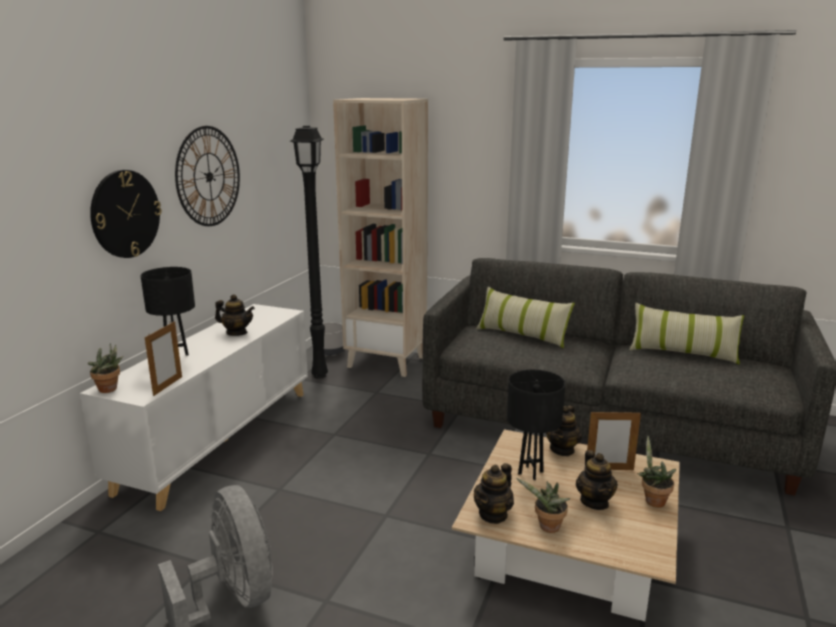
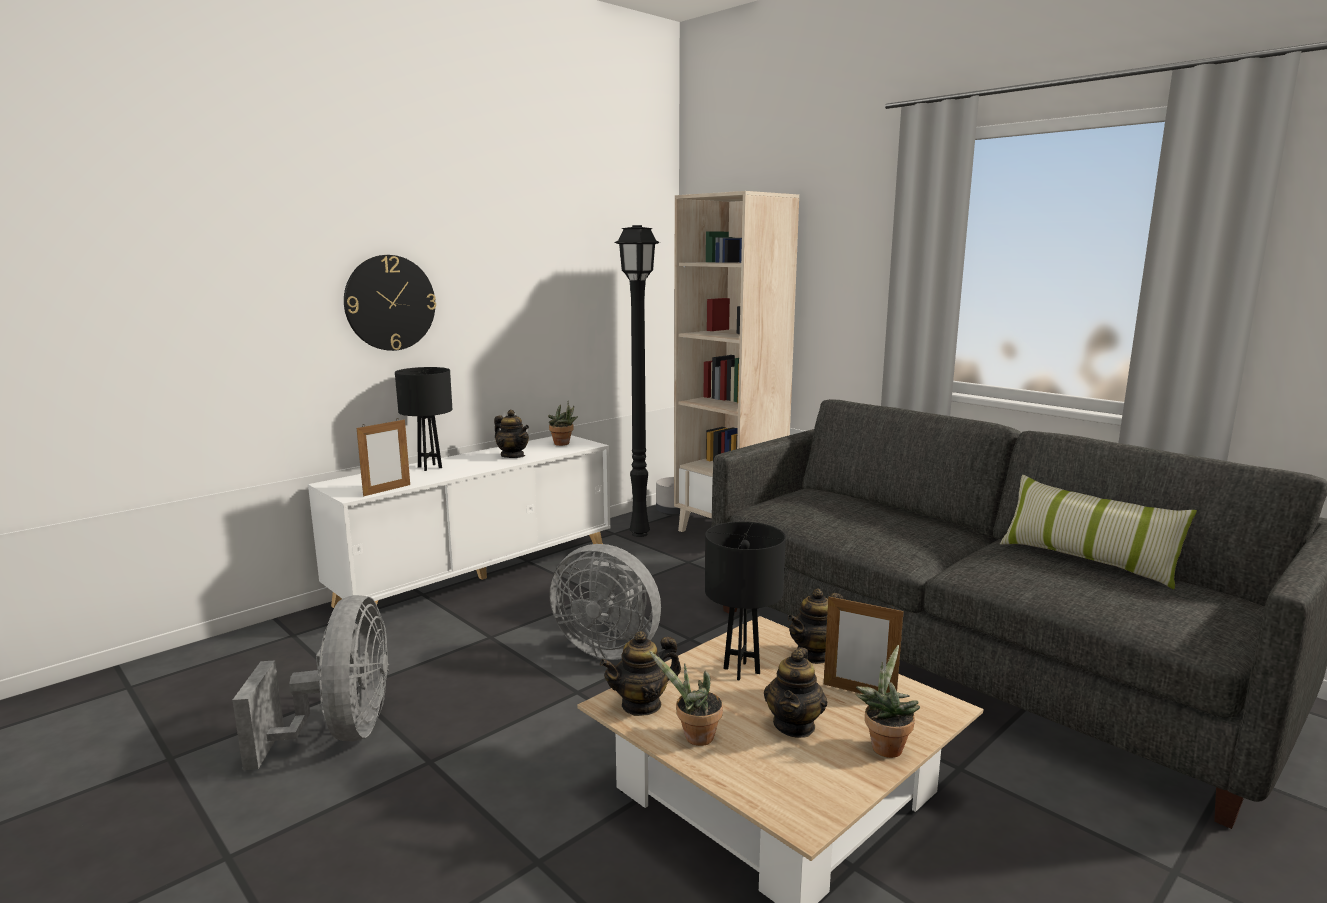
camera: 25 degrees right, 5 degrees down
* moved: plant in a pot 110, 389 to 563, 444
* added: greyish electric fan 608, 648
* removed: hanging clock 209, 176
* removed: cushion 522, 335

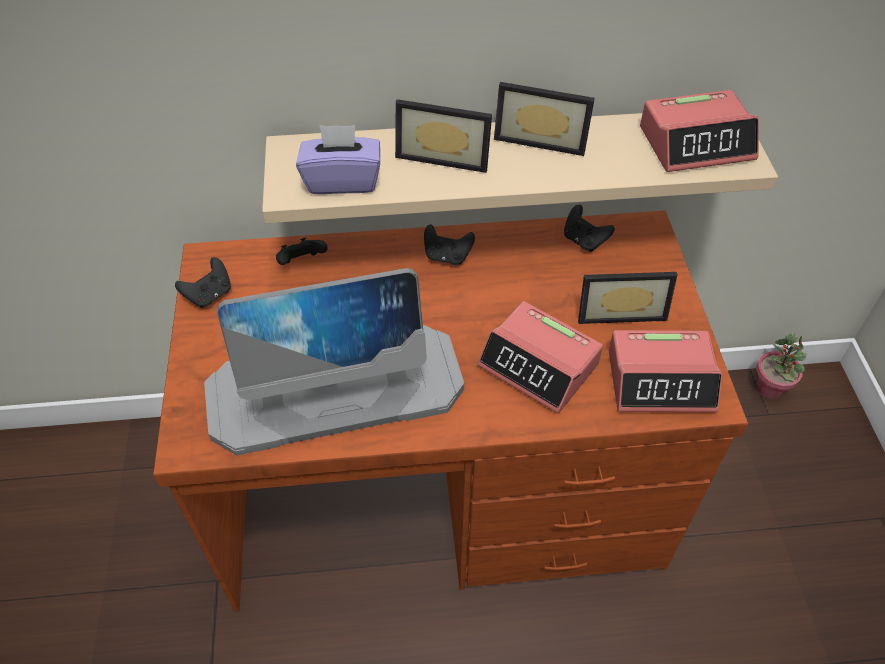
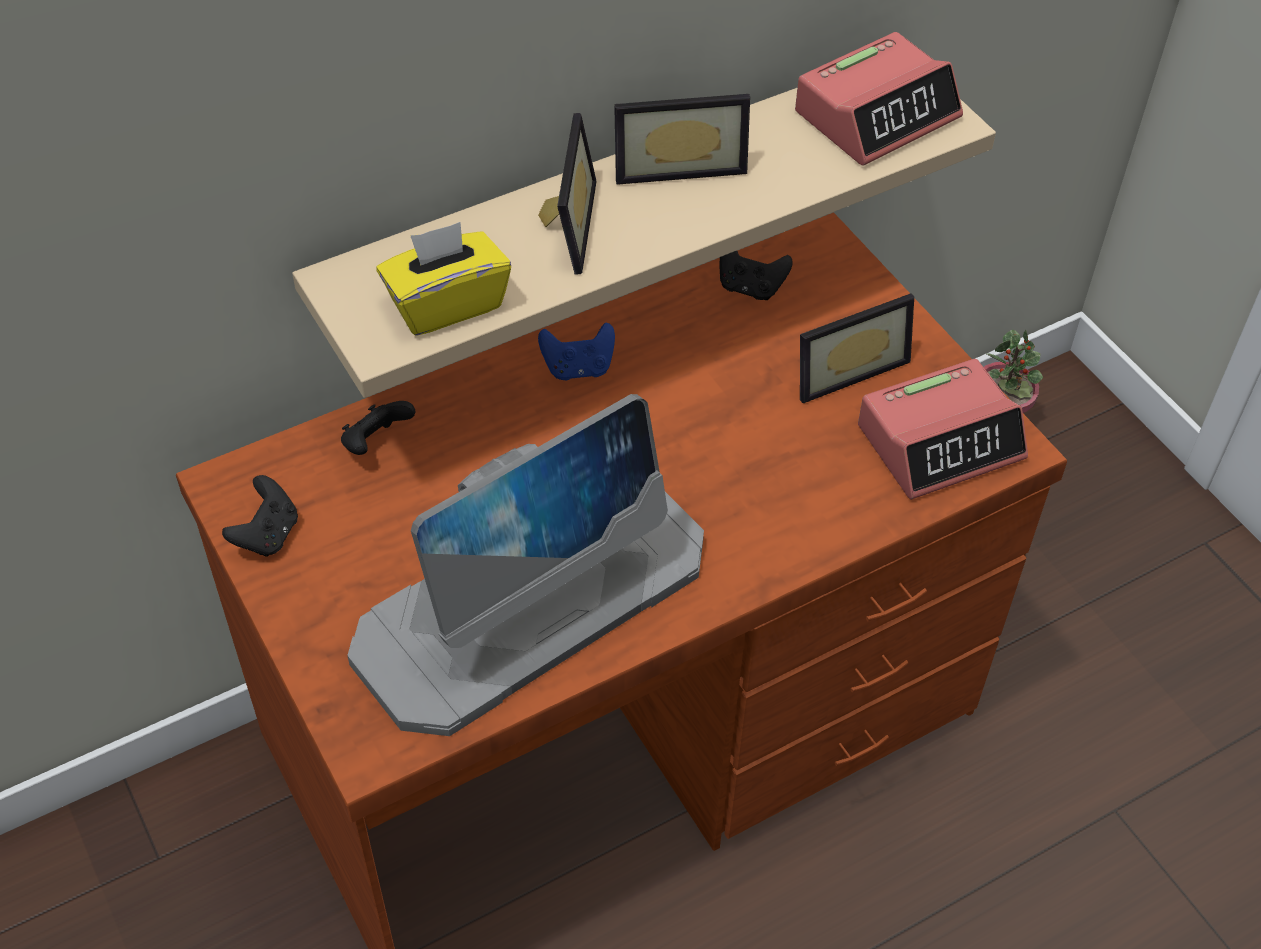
camera: 25 degrees left, 0 degrees up
* recoloured: purple tissue holder 342, 180 to yellow-coloured tissue holder 446, 304
* turned: photo frame 444, 154 = 563, 225 75 degrees counterclockwise
* recoloured: blackish joypad 447, 256 to blue joypad 578, 368
* removed: bedside clock 539, 365

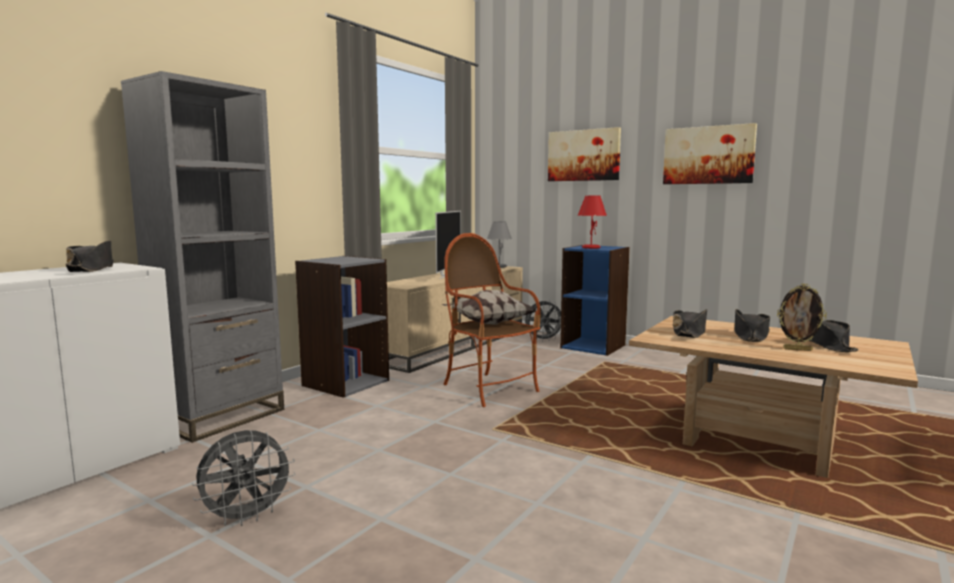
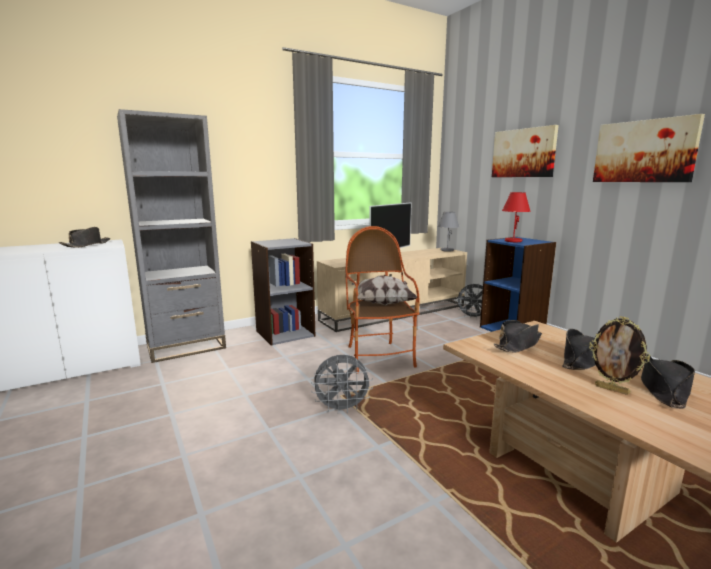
camera: 25 degrees right, 5 degrees up
* moved: greyish electric fan 247, 517 to 342, 409

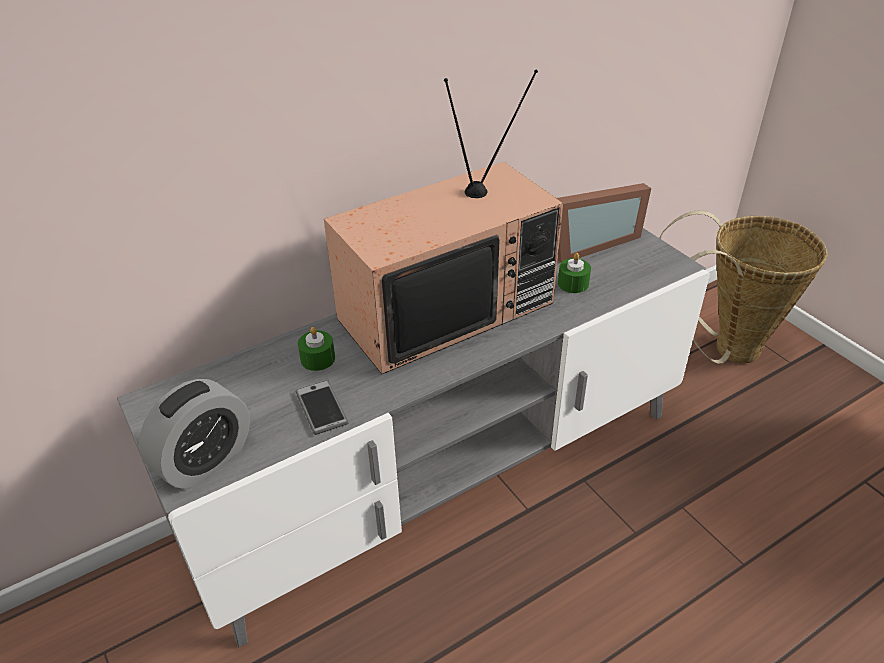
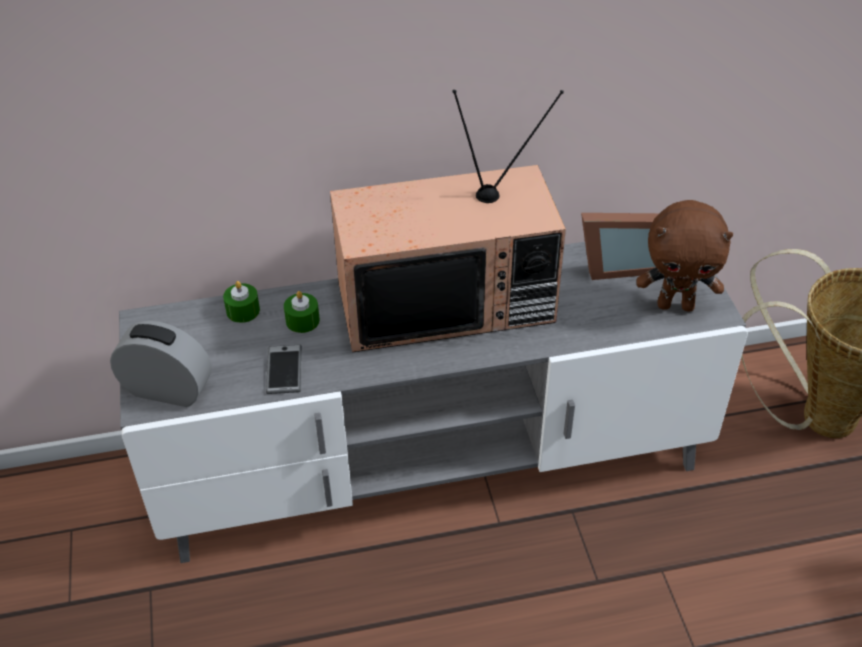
camera: 20 degrees right, 5 degrees up
* turned: bedside clock 205, 460 = 167, 390 135 degrees counterclockwise
* moved: greenish wax candle 573, 283 to 243, 310
* added: brown-coloured cuddly toy 676, 305

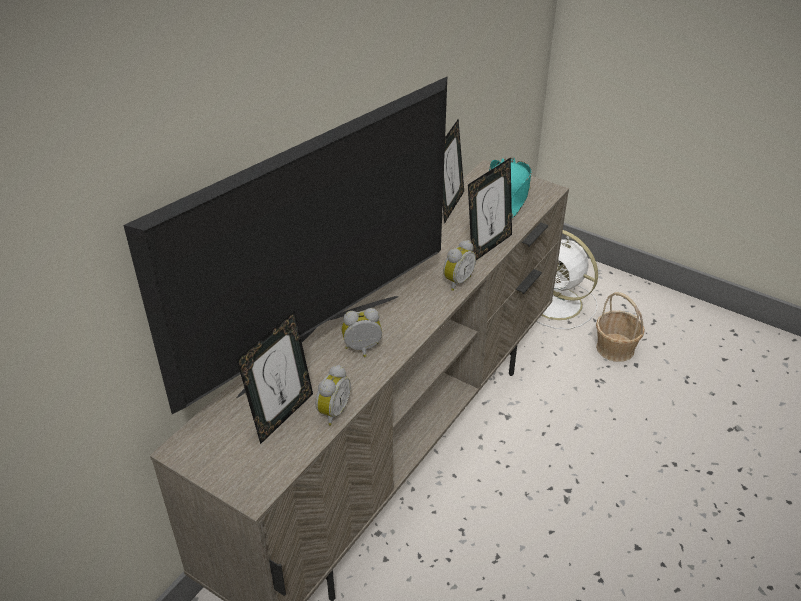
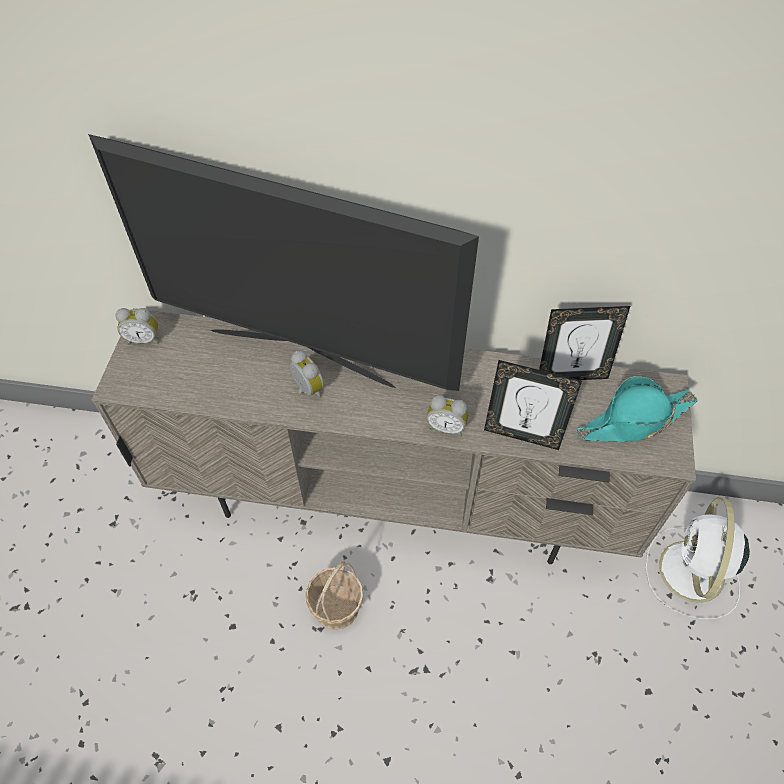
camera: 65 degrees right, 15 degrees up
* moved: bedside clock 332, 411 to 144, 339
* moved: storage basket 615, 349 to 336, 607
* removed: photo frame 282, 415

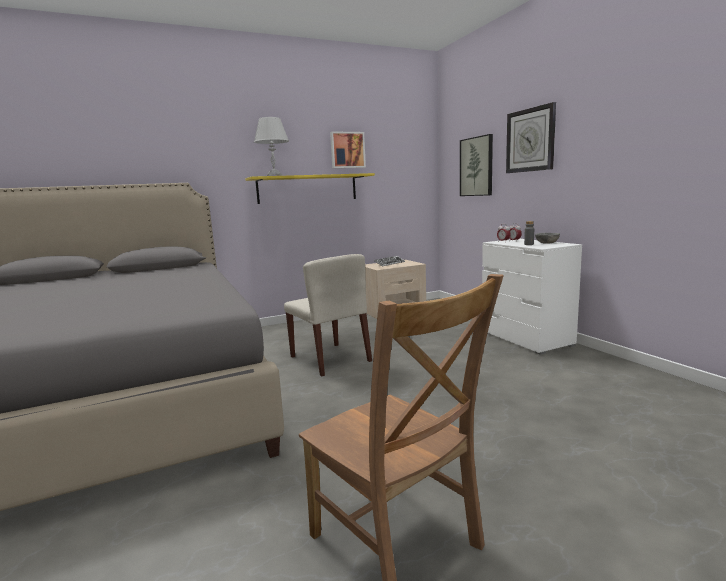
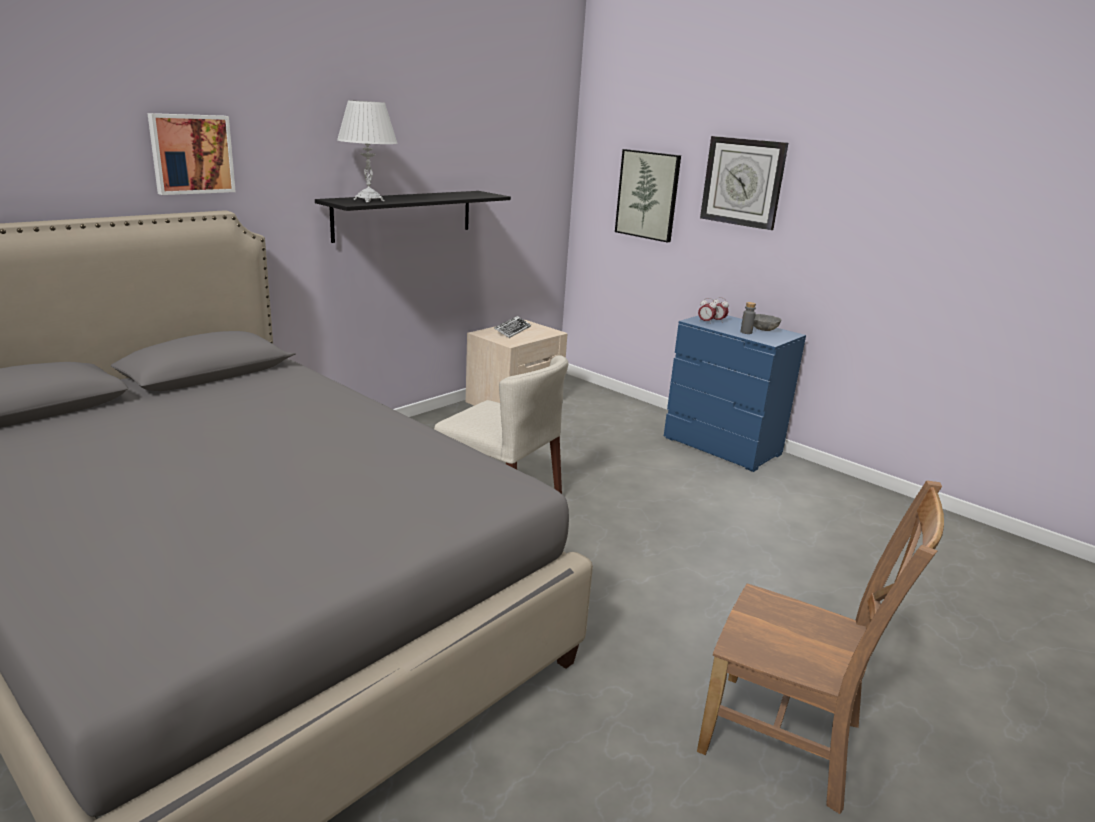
camera: 25 degrees left, 10 degrees up
* moved: wall art 347, 150 to 191, 154
* recoloured: yellow-coloured shelf 307, 189 to blackish shelf 404, 215
* recoloured: white dresser 526, 339 to blue dresser 722, 446

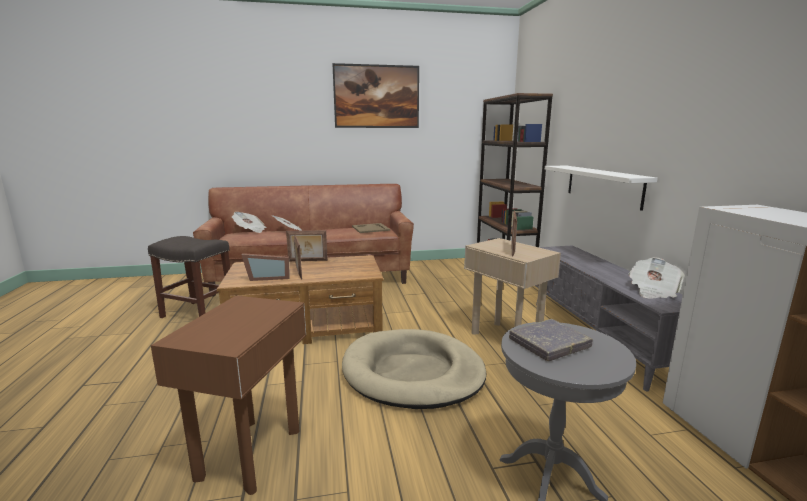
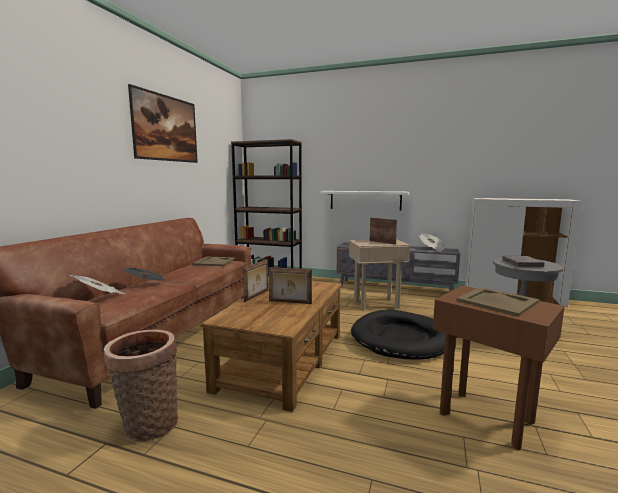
camera: 60 degrees left, 5 degrees down
* replaced: greyish stool 197, 313 to storage basket 147, 424
* recoloured: beige dog bed 413, 373 to blackish dog bed 402, 338
* added: beige serving tray 496, 301
* removed: photo frame 268, 278

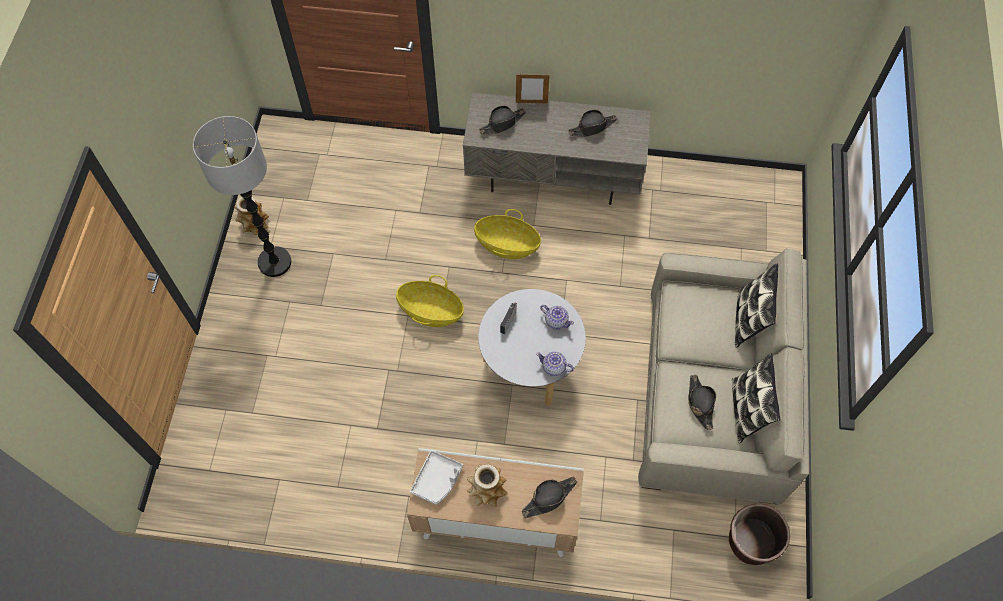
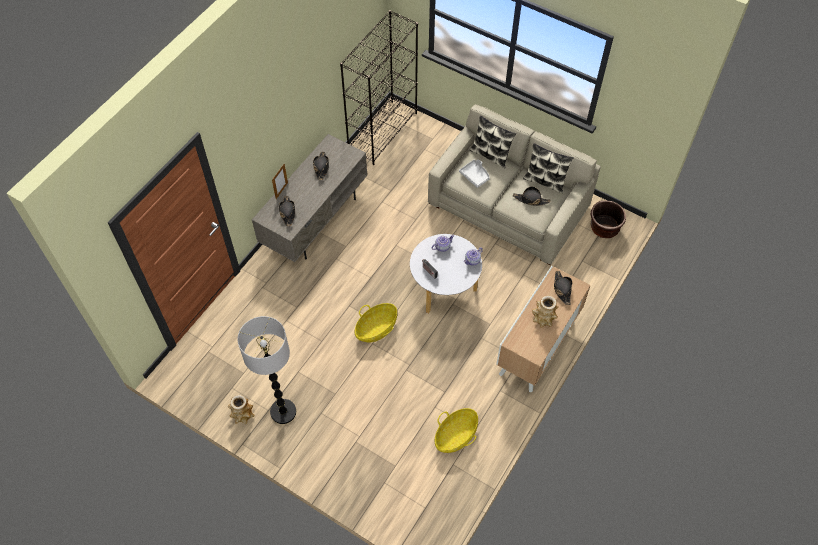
camera: 65 degrees left, 5 degrees down
* added: blackish shelving unit 383, 132
* moved: storage basket 507, 245 to 455, 436
* moved: greyish serving tray 437, 480 to 475, 176

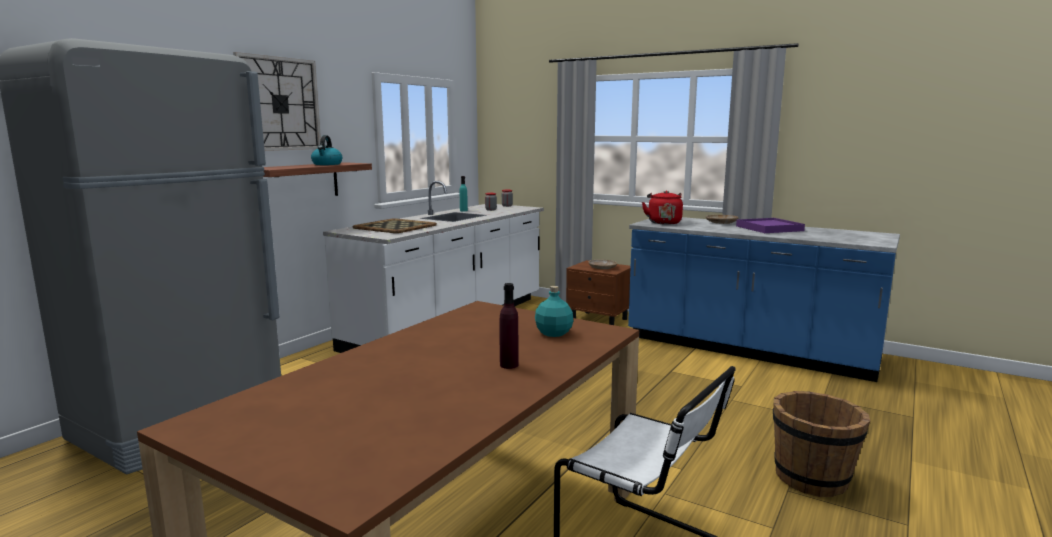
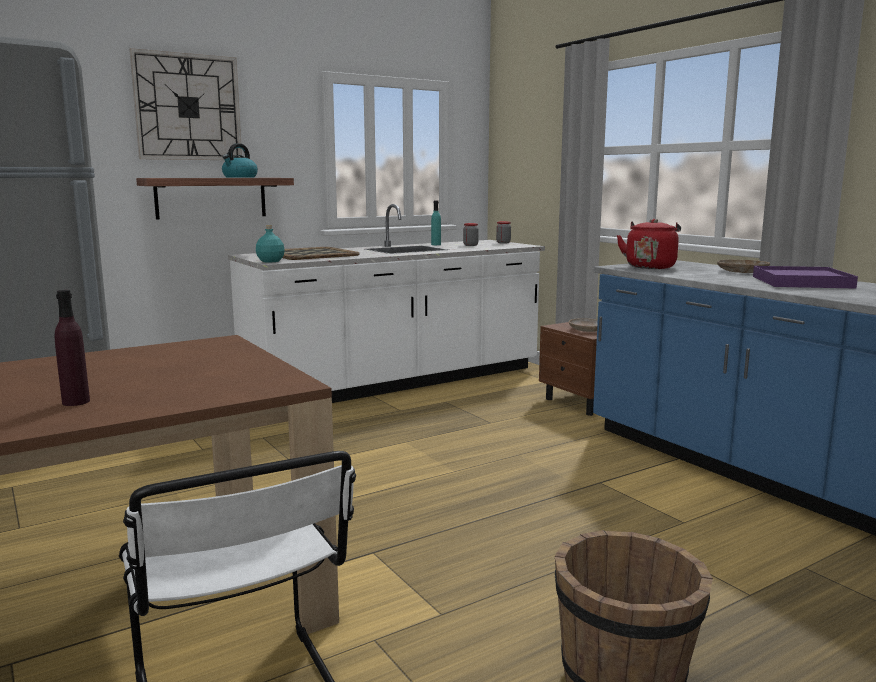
camera: 25 degrees right, 0 degrees up
* moved: blue-green drink bottle 553, 333 to 270, 261

